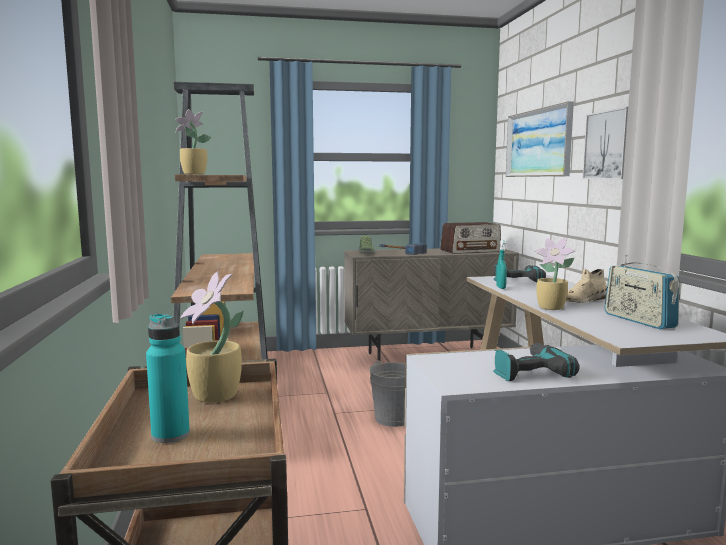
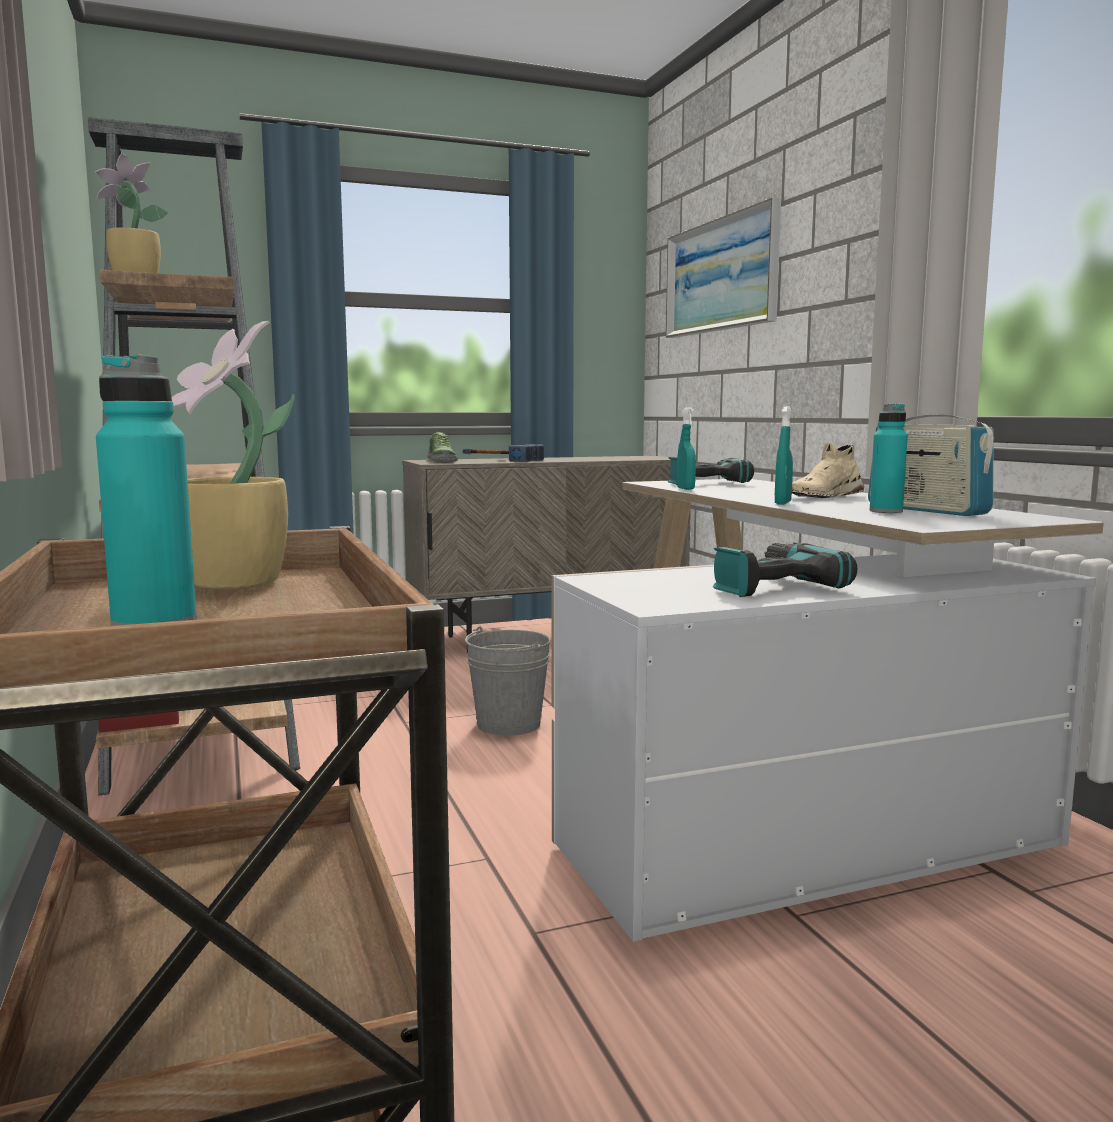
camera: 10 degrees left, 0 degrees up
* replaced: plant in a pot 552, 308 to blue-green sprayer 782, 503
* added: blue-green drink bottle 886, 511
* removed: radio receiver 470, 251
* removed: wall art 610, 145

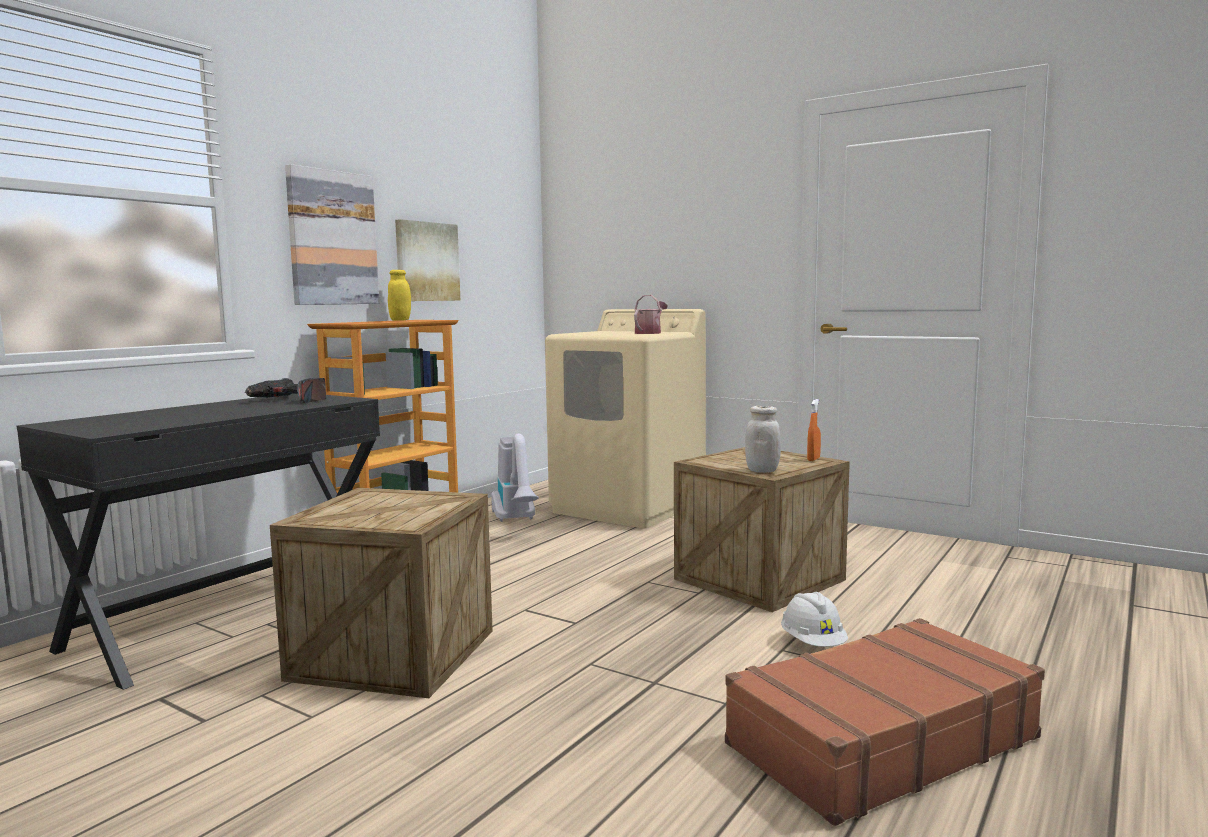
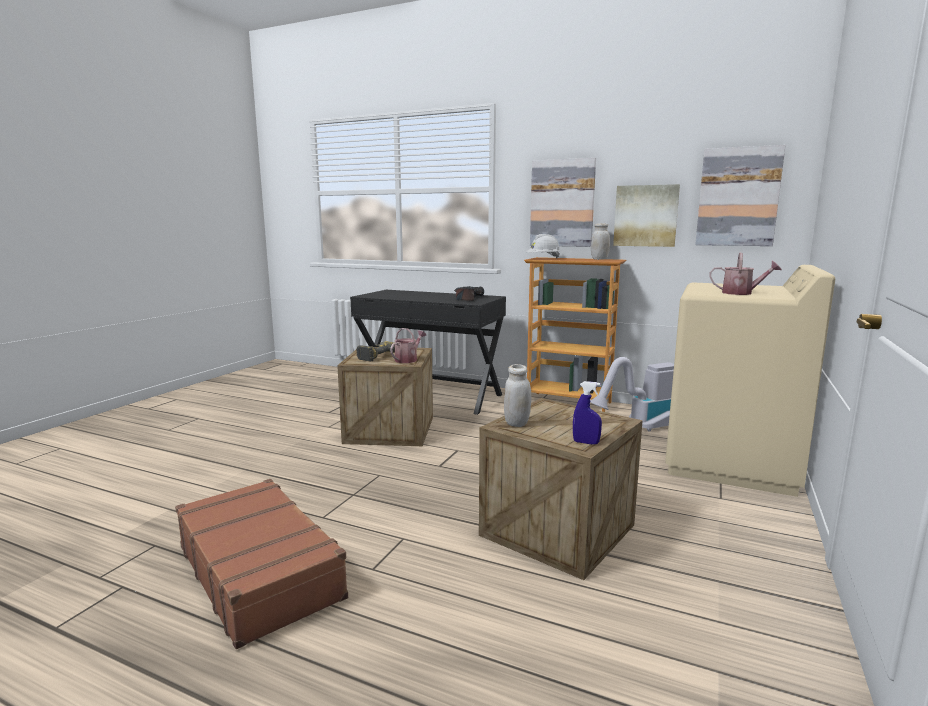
camera: 80 degrees right, 5 degrees up
* added: electric drill 375, 356
* added: watering can 408, 359
* moved: white safety helmet 813, 644 to 543, 258
* recoloured: orange sprayer 813, 459 to blue sprayer 586, 442
* recoloured: yellow-coloured jar 400, 320 to white jar 599, 259
* added: wall art 738, 197

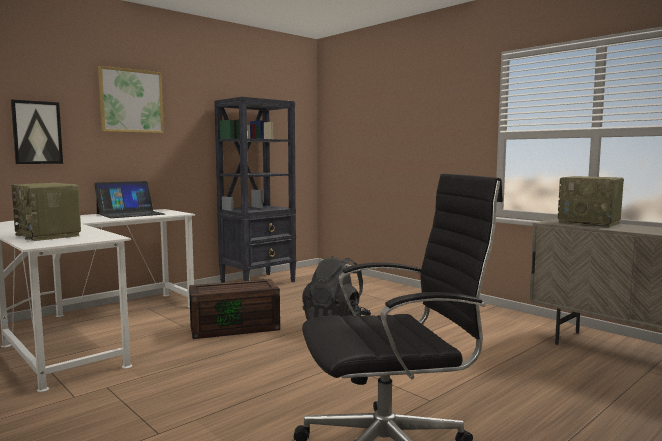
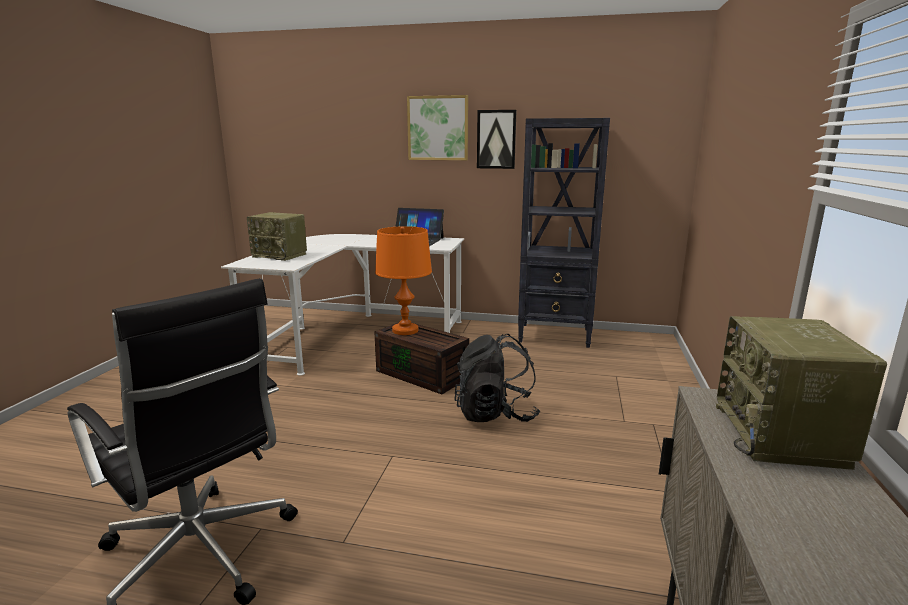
camera: 55 degrees right, 10 degrees up
* turned: radio receiver 49, 235 = 280, 255 75 degrees counterclockwise
* added: orange lamp for a table 405, 330
* moved: wall art 37, 132 to 496, 139

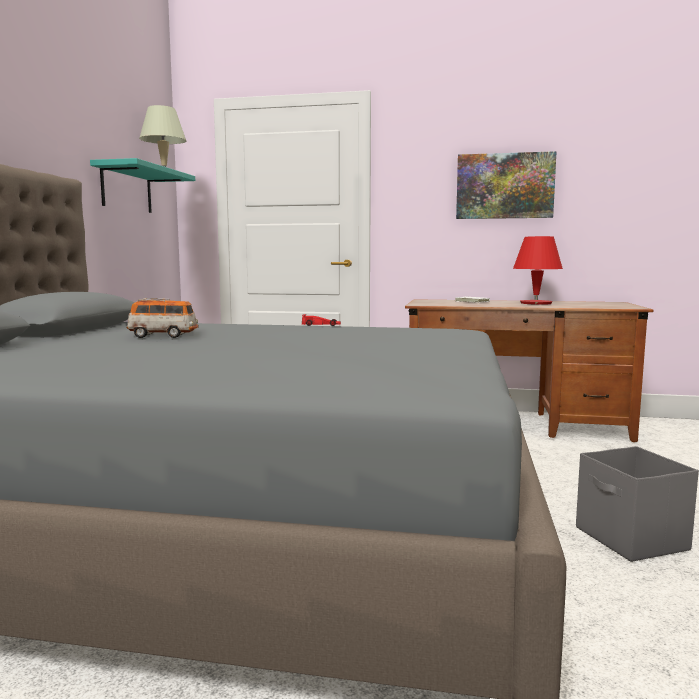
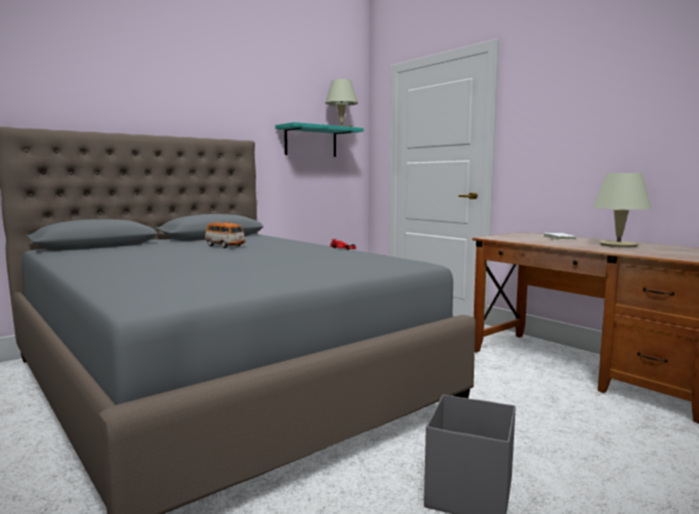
camera: 40 degrees right, 0 degrees up
* recoloured: reddish lamp for a table 535, 303 to beige lamp for a table 618, 245
* removed: wall art 504, 186

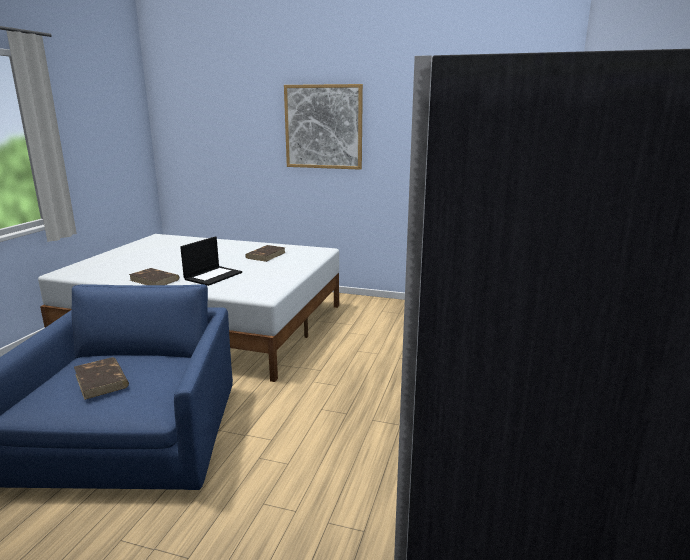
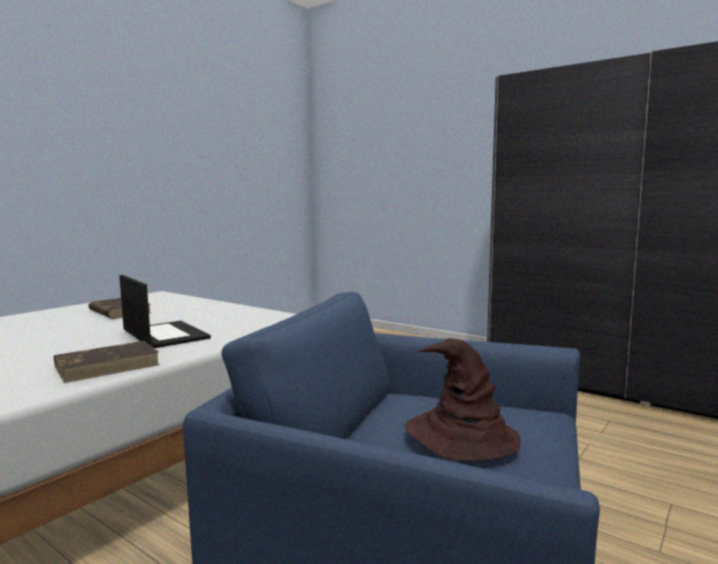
camera: 70 degrees left, 10 degrees down
* replaced: brown-coloured bound book 101, 381 to brown-coloured clothing hat 460, 437
* removed: wall art 323, 127

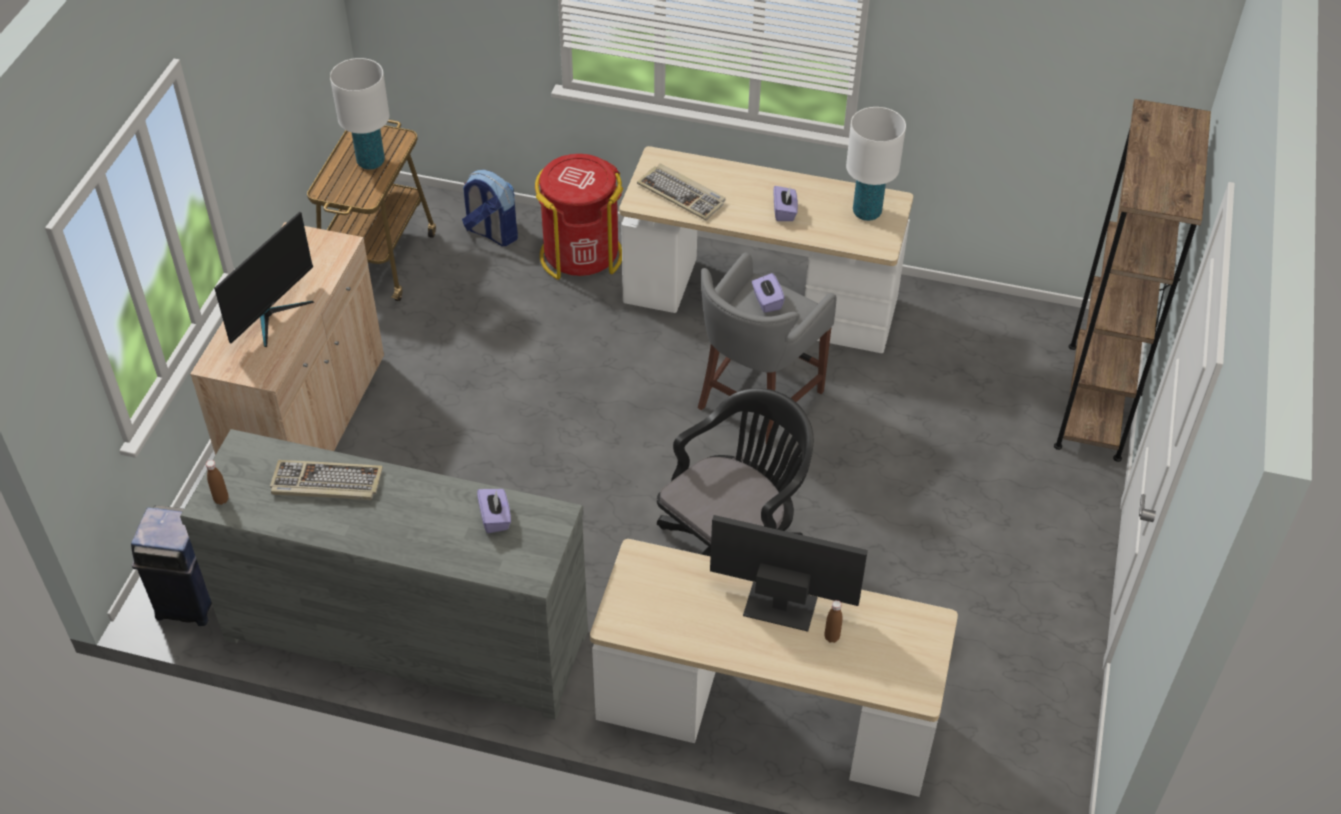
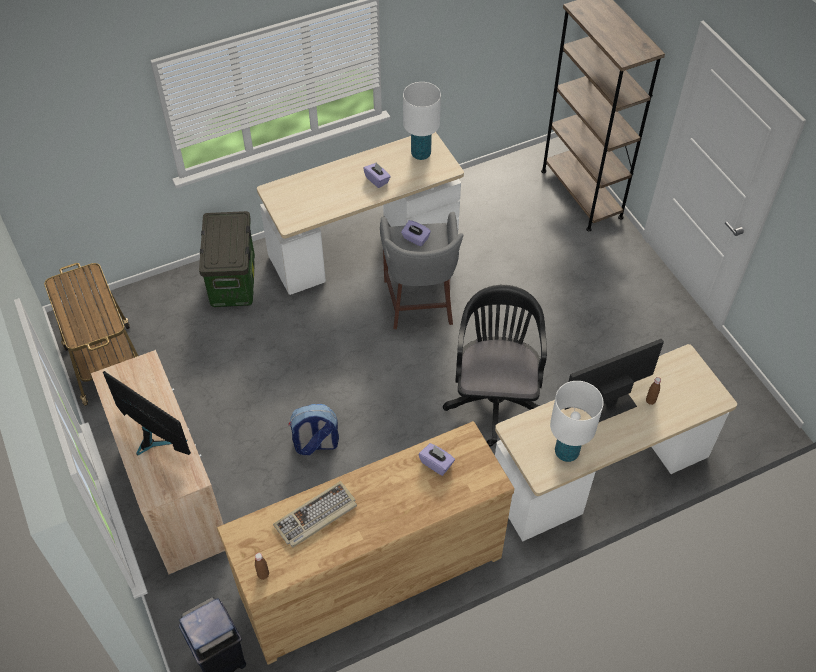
camera: 40 degrees left, 5 degrees up
* turned: computer display 272, 315 = 153, 438 45 degrees counterclockwise
* replaced: reddish rubbish bin 581, 255 to storage container 233, 281
* recoloured: greyish dresser 406, 632 to brown-coloured dresser 370, 574
* moved: backpack 491, 233 to 315, 444
* moved: white lamp for a table 370, 162 to 566, 452
* removed: keyboard 682, 194

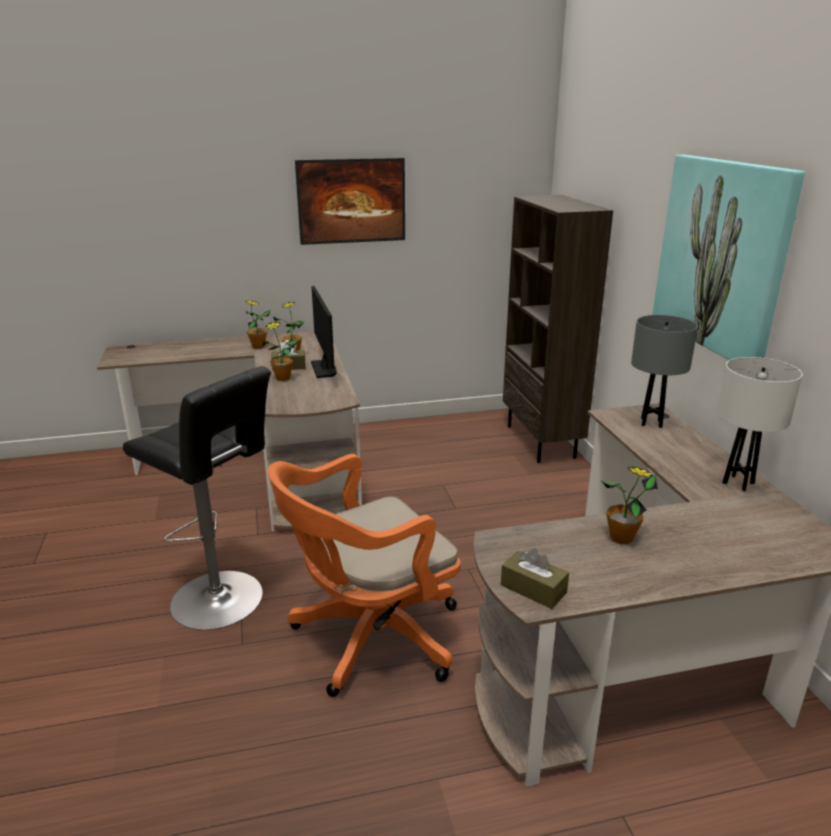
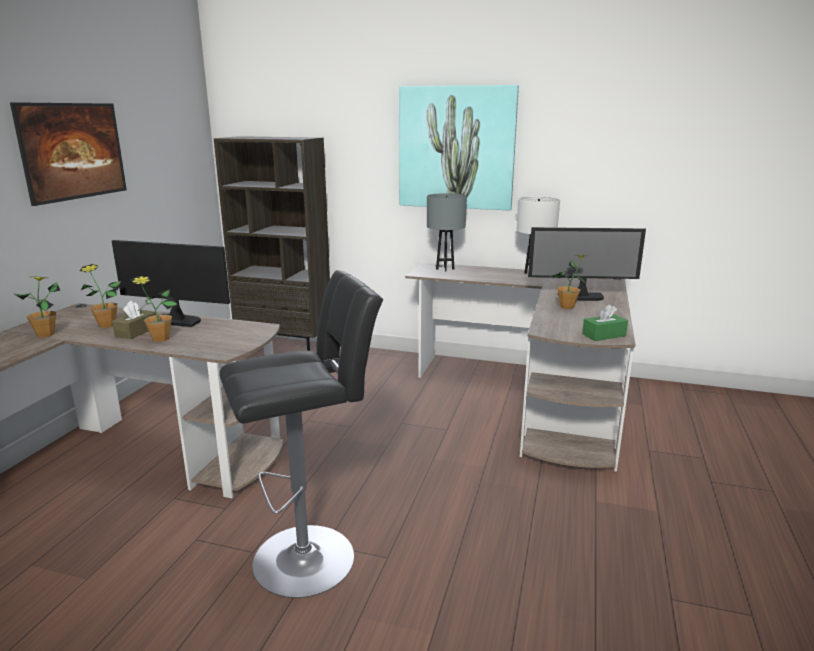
camera: 60 degrees left, 5 degrees down
* added: computer display 581, 297
* recoloured: brown-coloured tissue holder 533, 589 to greenish tissue holder 604, 335
* removed: orange office chair 369, 639

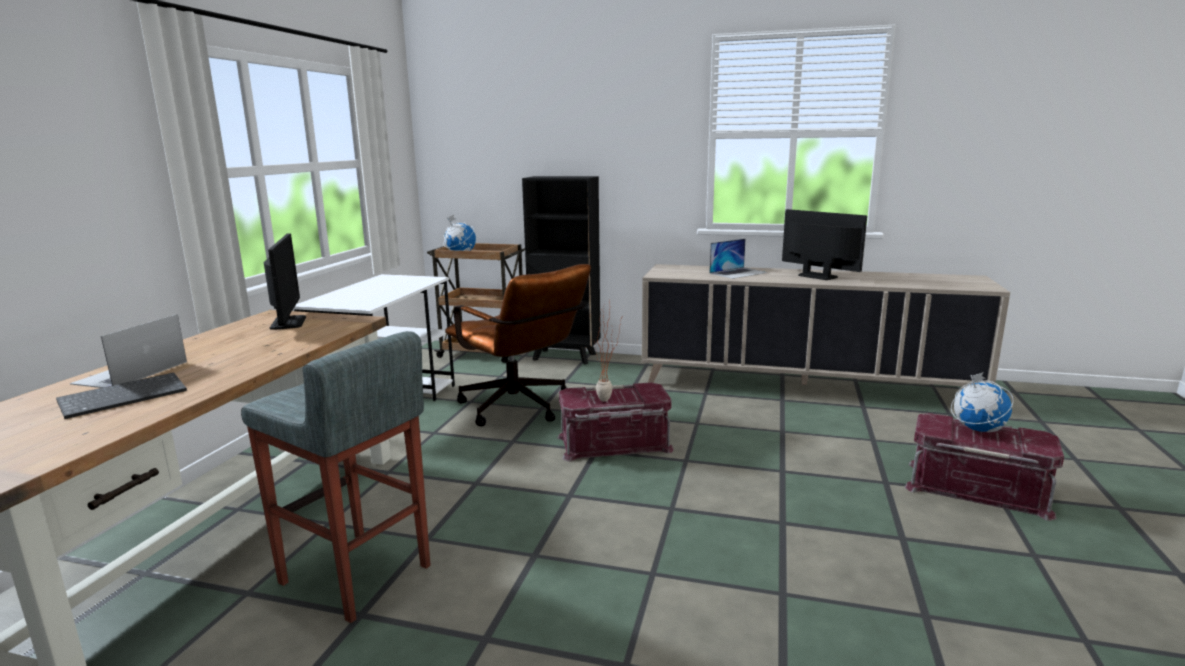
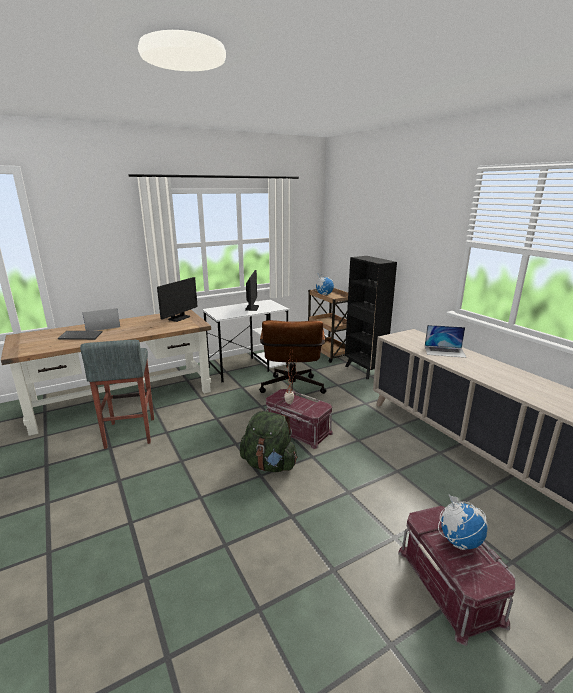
camera: 45 degrees right, 5 degrees up
* added: greenish backpack 269, 465
* moved: computer display 817, 276 to 252, 308

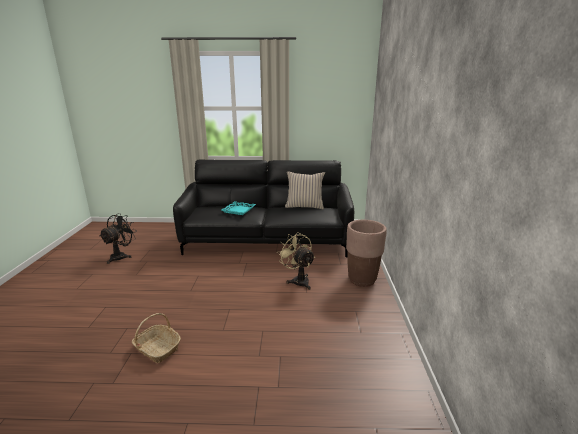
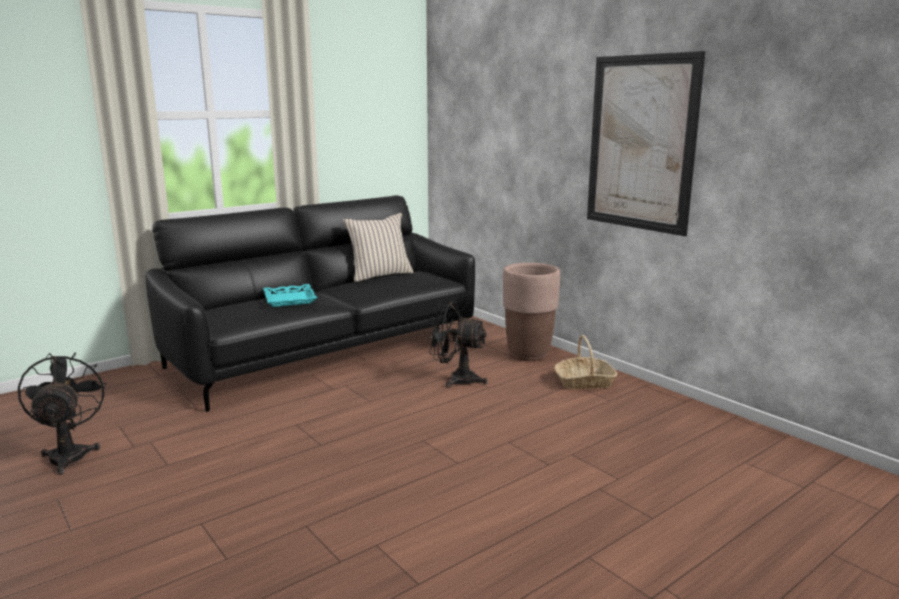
camera: 40 degrees left, 5 degrees down
* recoloured: beige electric fan 298, 280 to blackish electric fan 456, 379
* moved: storage basket 157, 349 to 584, 382
* added: wall art 640, 143

